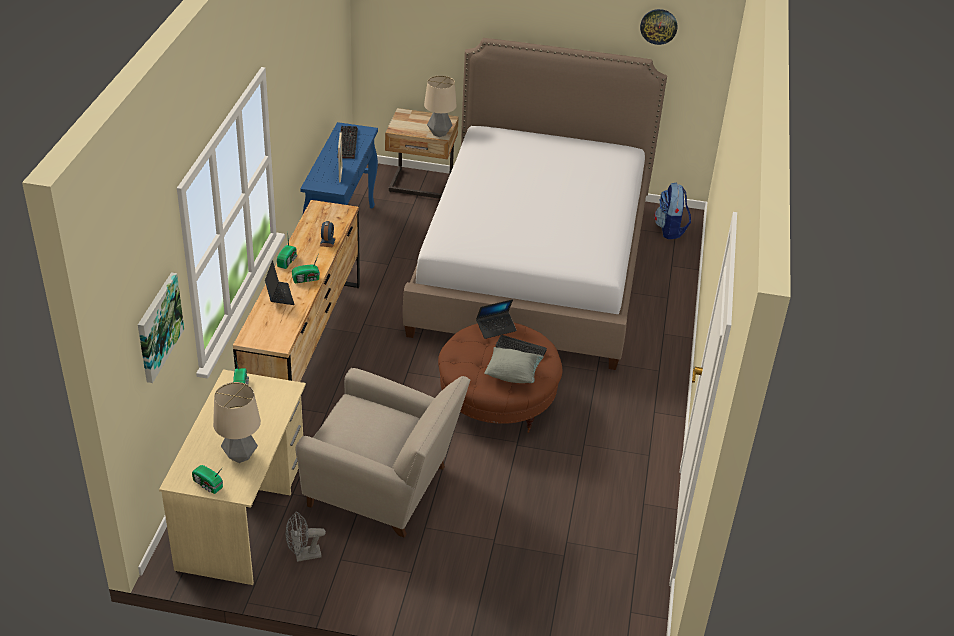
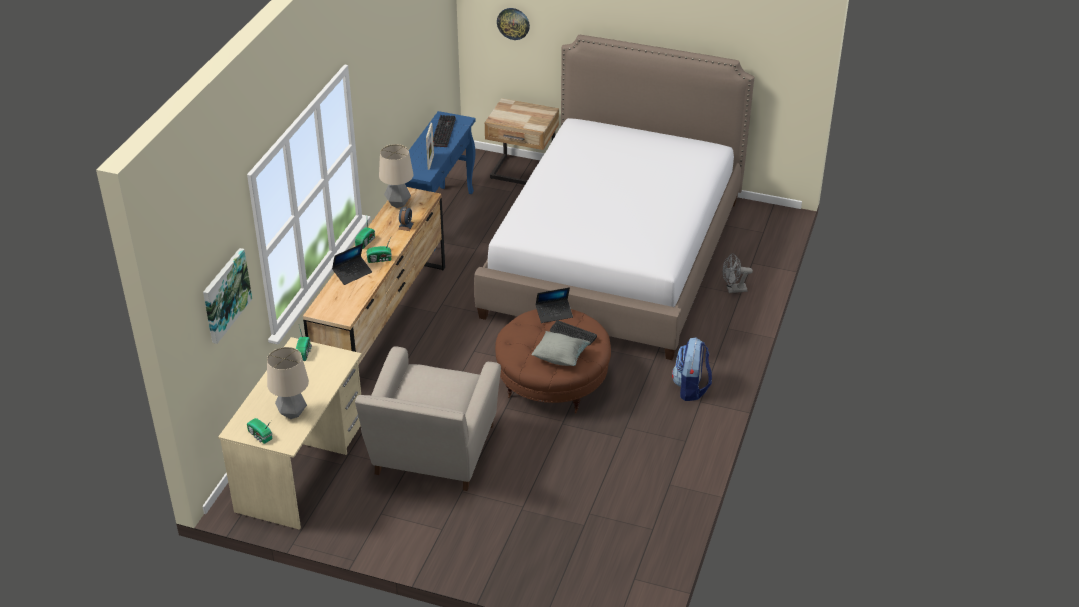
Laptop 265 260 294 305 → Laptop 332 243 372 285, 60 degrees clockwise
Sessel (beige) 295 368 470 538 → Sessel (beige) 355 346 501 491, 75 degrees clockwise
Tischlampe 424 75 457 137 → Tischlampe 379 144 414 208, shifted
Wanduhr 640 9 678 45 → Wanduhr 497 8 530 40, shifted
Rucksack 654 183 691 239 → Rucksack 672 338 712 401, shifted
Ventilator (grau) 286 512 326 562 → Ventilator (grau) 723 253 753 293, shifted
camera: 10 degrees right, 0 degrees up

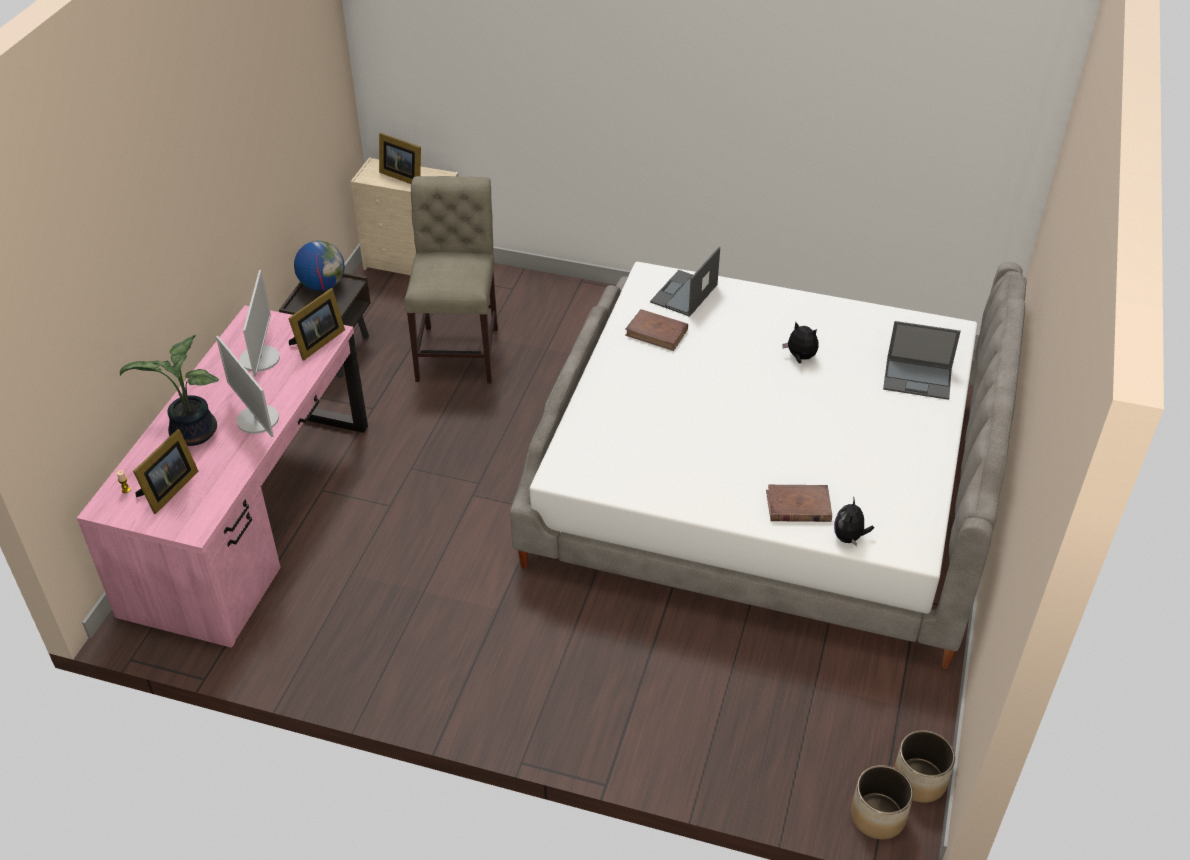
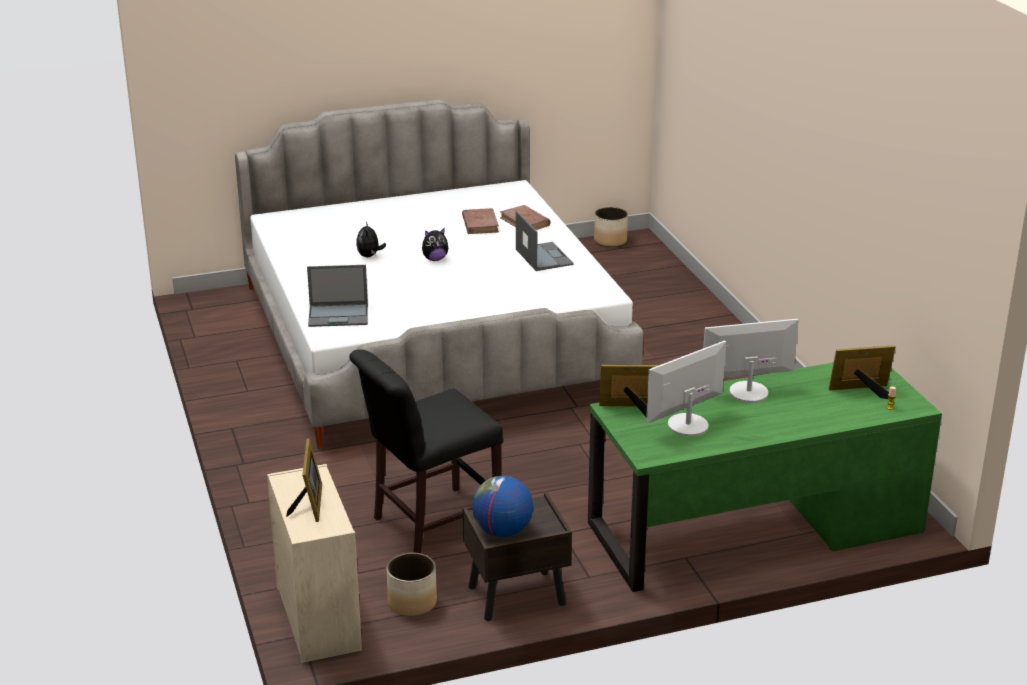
Stuhl (beige) 404 176 498 383 → Stuhl (schwarz) 349 349 503 553
Pflanzkübel 851 765 913 840 → Pflanzkübel 387 553 437 616, shifted
Plüschtier 834 498 874 547 → Plüschtier 422 228 448 261, shifted
Buch (braun) 625 309 688 351 → Buch (braun) 462 208 499 234, shifted
Laptop 883 321 961 400 → Laptop 516 211 574 271, shifted
Schreibtisch (rosa) 77 305 368 648 → Schreibtisch (grün) 588 362 942 592
Monitor 216 336 279 437 → Monitor 703 319 799 403, 120 degrees counterclockwise
Topfpflanze 120 335 219 446 → -
camera: 125 degrees left, 15 degrees down

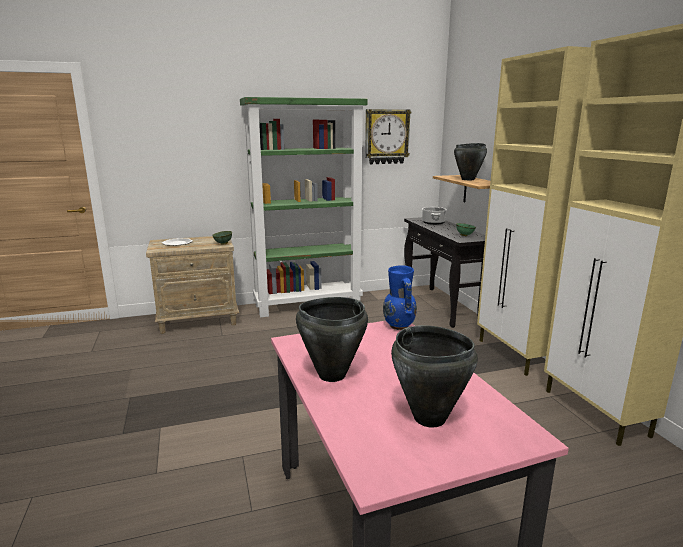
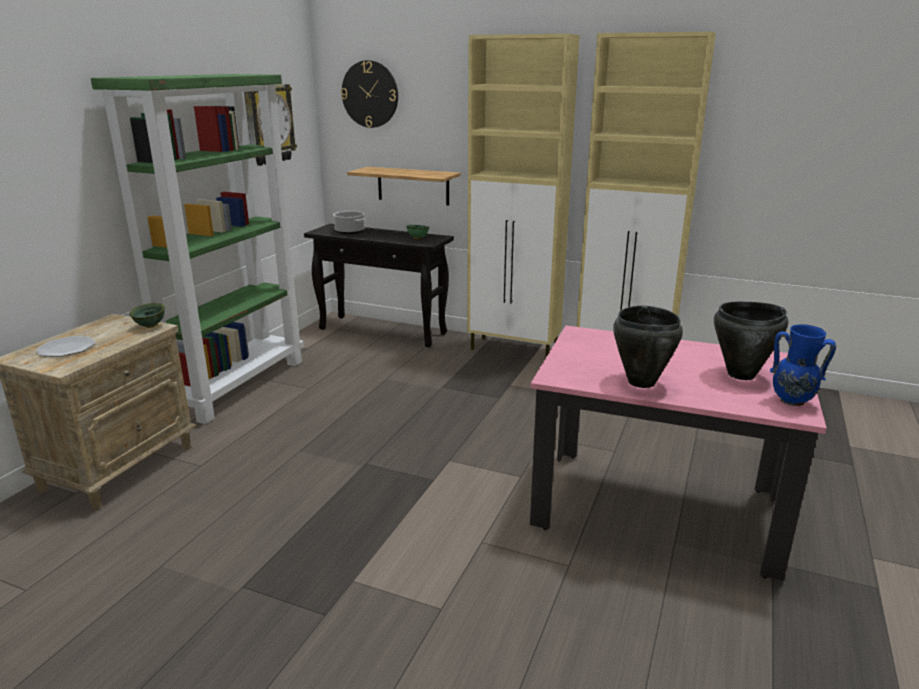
- → Wanduhr 341 60 398 128
Vase (blau) 383 265 417 330 → Vase (blau) 770 324 836 406, shifted
Kochtopf (schwarz) 454 143 487 180 → -
camera: 50 degrees left, 5 degrees up

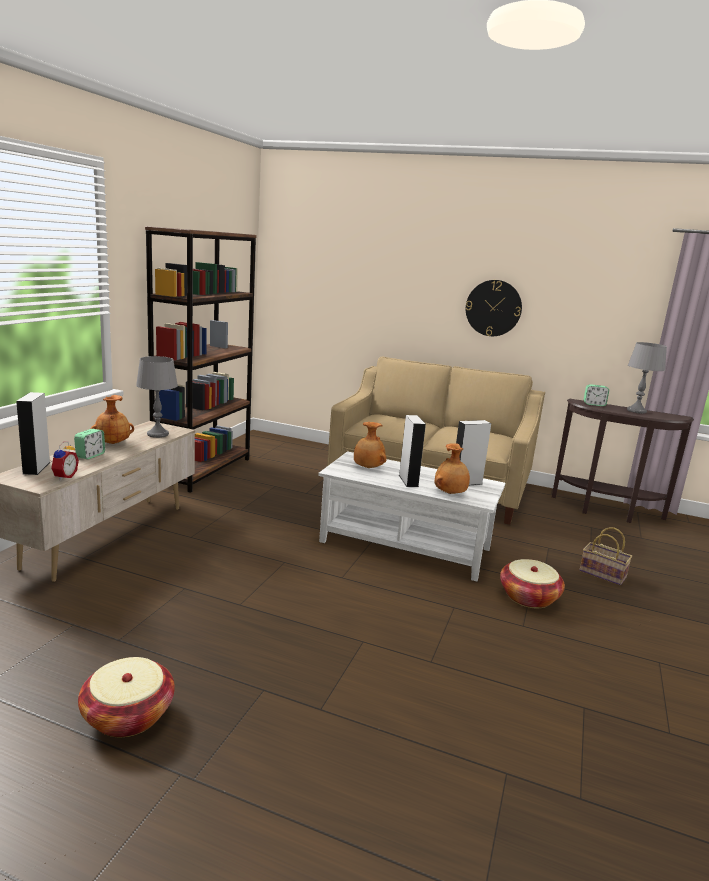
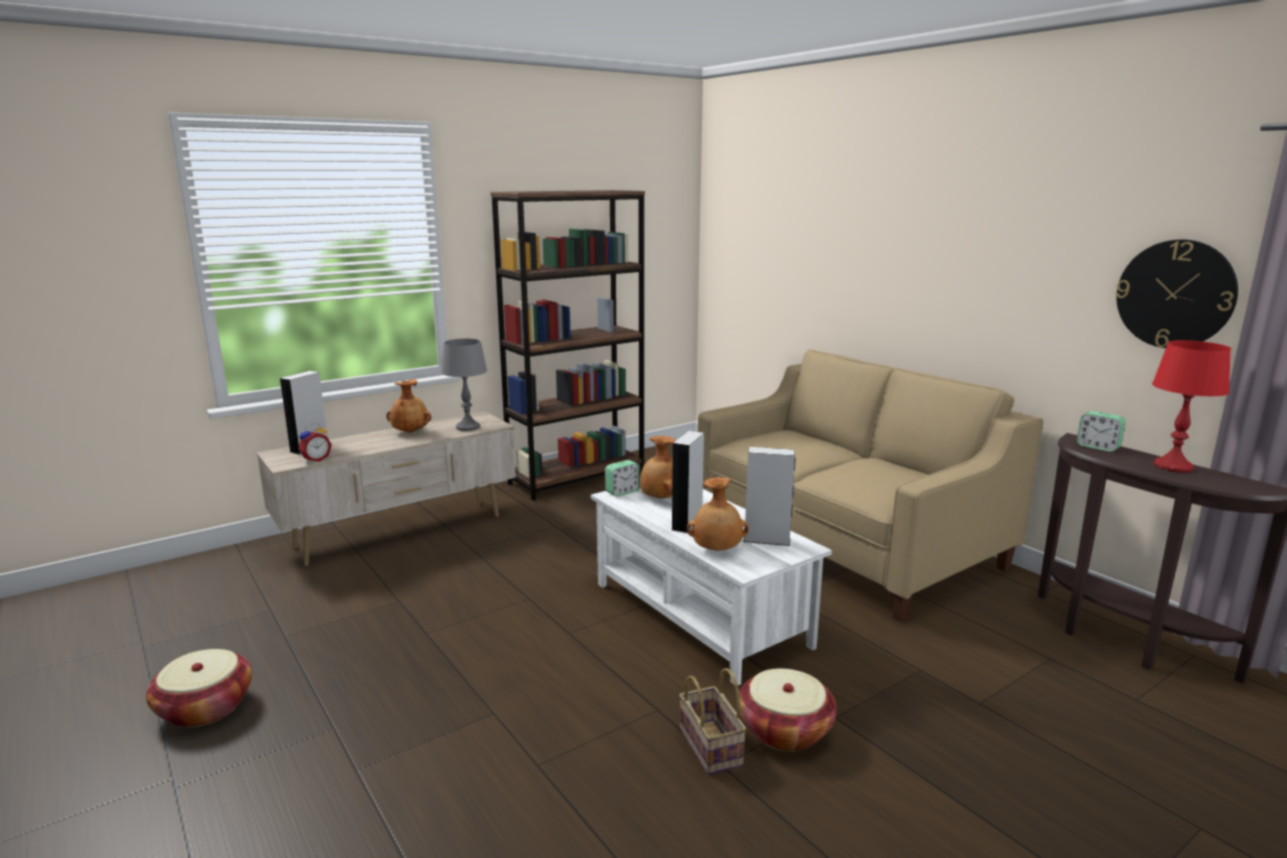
Wecker 74 429 105 459 → Wecker 605 460 640 497, shifted
Korb 580 527 632 585 → Korb 679 668 746 775, shifted
Wanduhr 466 280 522 336 → Wanduhr 1116 239 1238 348, shifted
Tischlampe (grau) 627 342 667 414 → Tischlampe (rot) 1152 340 1231 473
camera: 35 degrees right, 0 degrees up

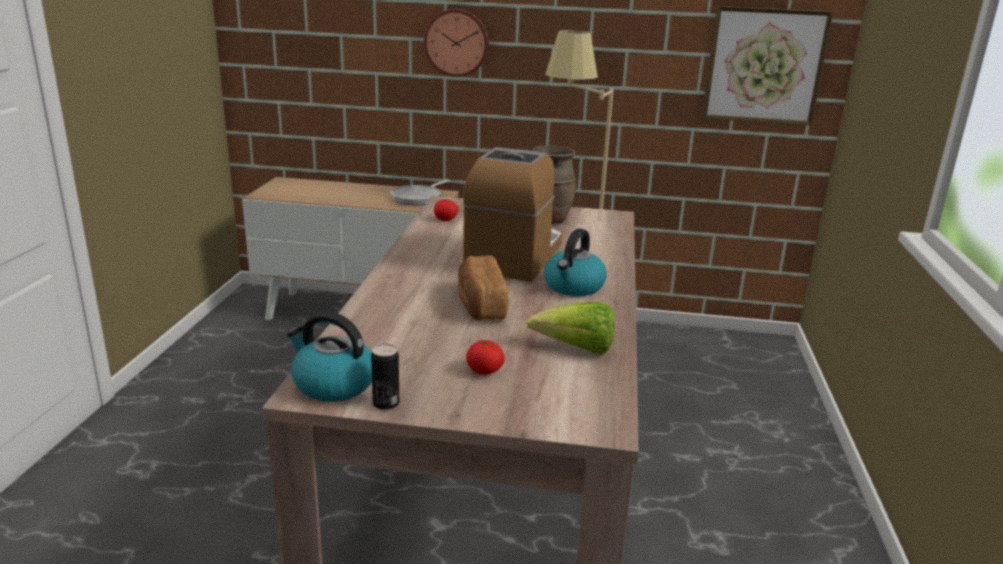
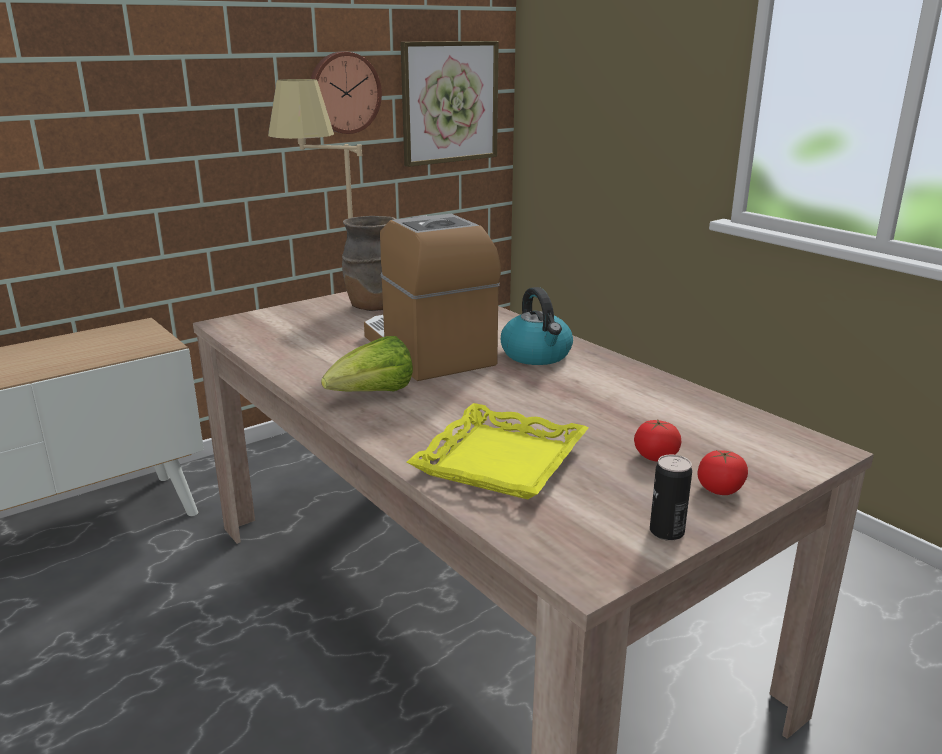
Wanduhr 424 9 489 77 → Wanduhr 311 52 382 134, shifted
Salatkopf 526 302 615 354 → Salatkopf 321 336 413 392, shifted
- → Tablett (gelb) 407 403 589 500
Tomate 434 199 458 221 → Tomate 697 450 748 495, shifted
Wasserkessel 287 312 372 402 → -
Pfanne 391 180 450 205 → -
Brot 458 255 508 320 → -
camera: 45 degrees left, 0 degrees up

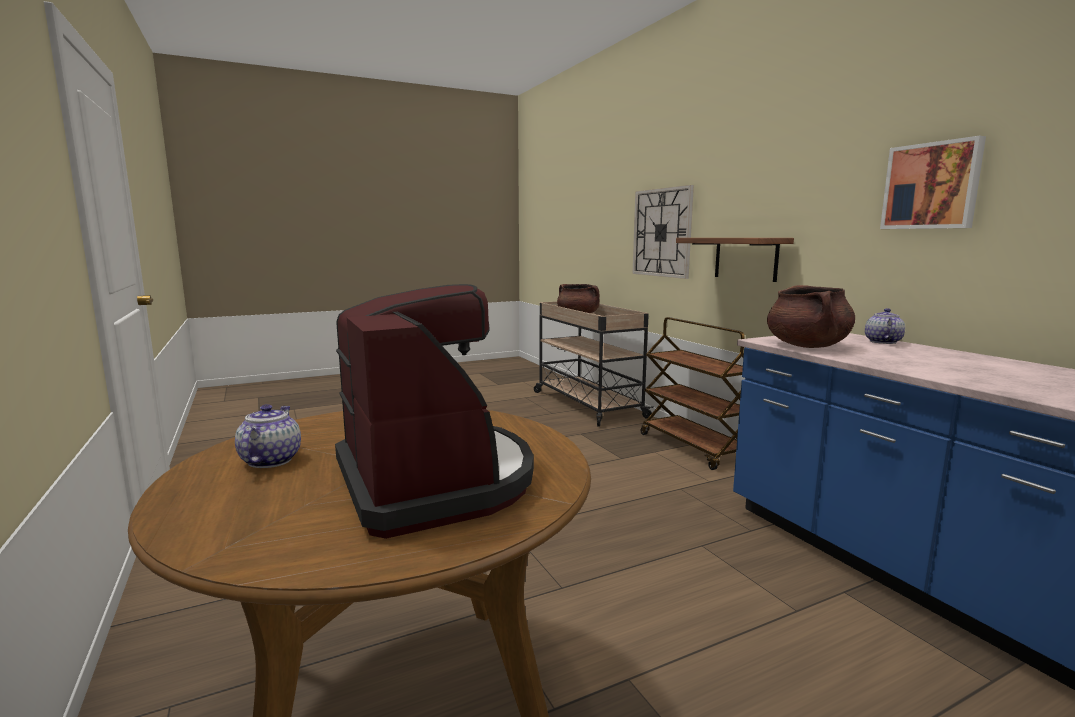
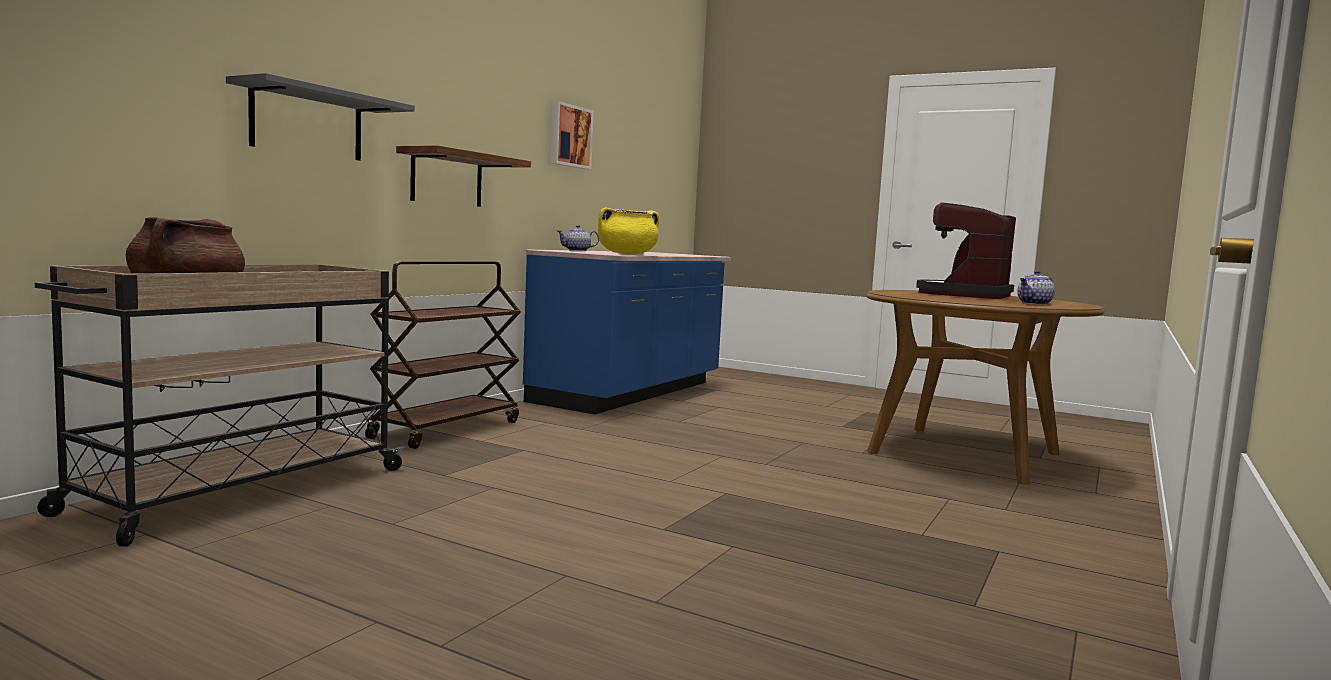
Wanduhr 633 185 694 279 → Wandregal (grau) 226 73 415 161
Kochtopf (braun) 767 285 855 348 → Kochtopf (gelb) 598 208 659 254
camera: 125 degrees left, 5 degrees down

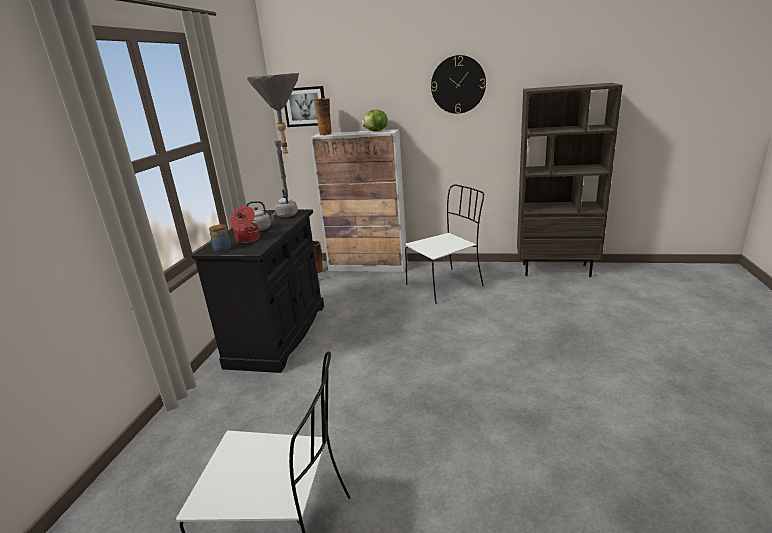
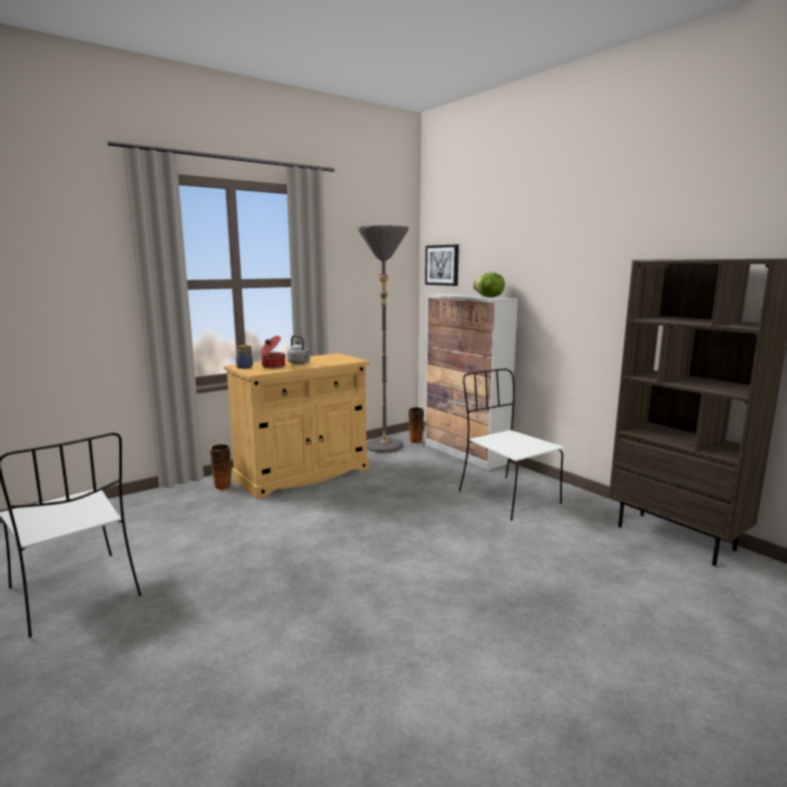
Vase 314 98 332 135 → Vase 210 444 231 490, shifted
Schrank (schwarz) 192 209 324 373 → Schrank (beige) 224 353 370 499
Stuhl (weiß) 405 184 484 304 → Stuhl (weiß) 459 369 564 521, 135 degrees counterclockwise
Wasserkessel (grau) 275 188 298 217 → -
Wanduhr 431 55 486 114 → -
camera: 40 degrees right, 10 degrees down

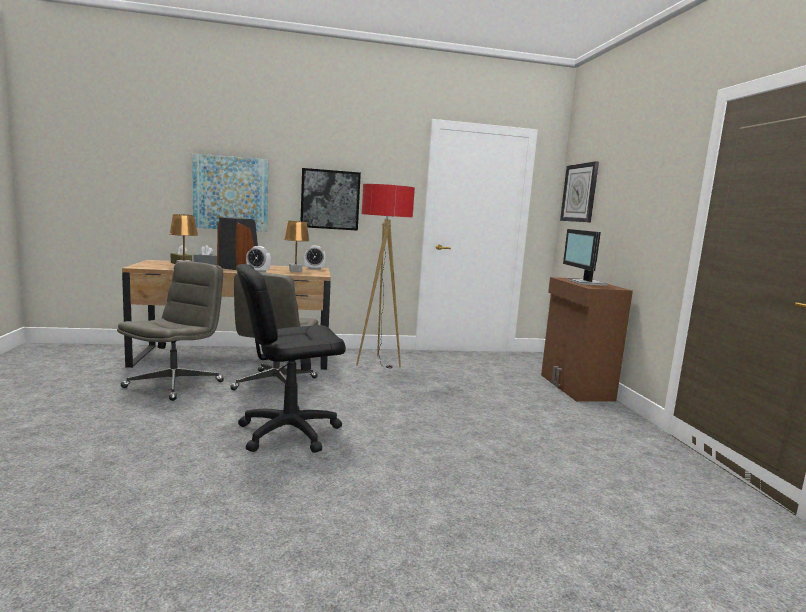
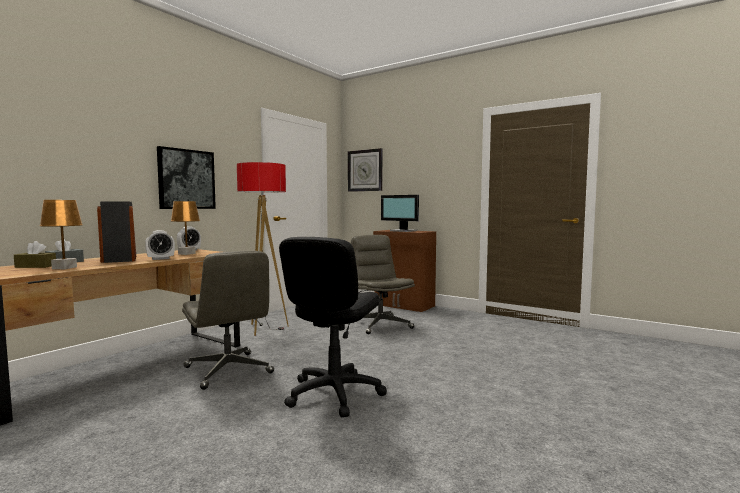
Bürostuhl (grau) 117 262 224 401 → Bürostuhl (grau) 351 235 415 334, shifted
Bild 192 153 269 232 → -
camera: 45 degrees left, 5 degrees down

